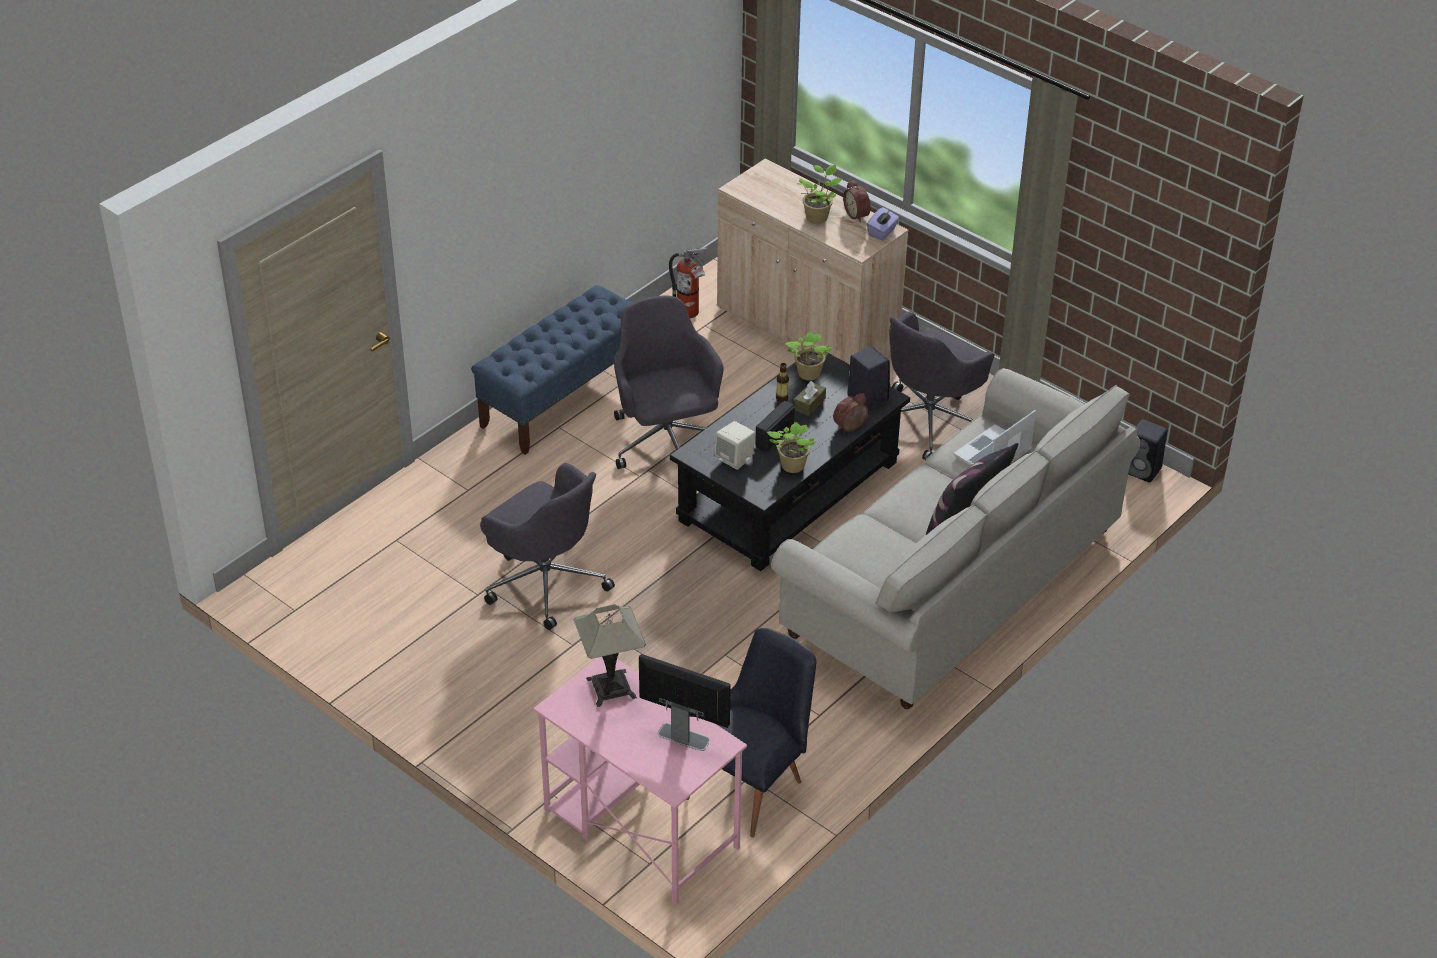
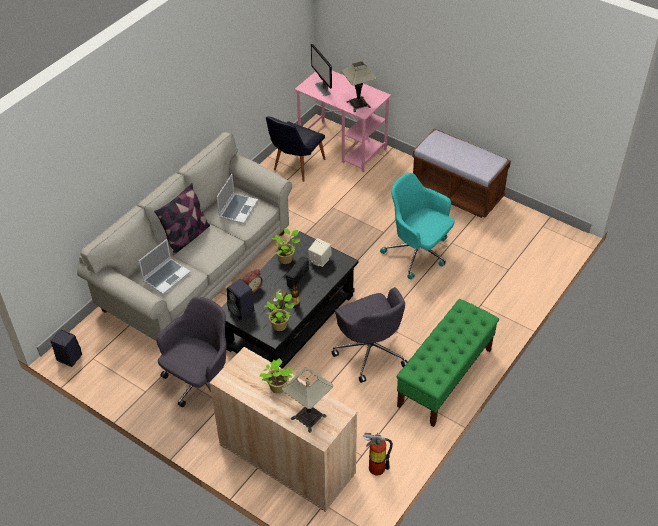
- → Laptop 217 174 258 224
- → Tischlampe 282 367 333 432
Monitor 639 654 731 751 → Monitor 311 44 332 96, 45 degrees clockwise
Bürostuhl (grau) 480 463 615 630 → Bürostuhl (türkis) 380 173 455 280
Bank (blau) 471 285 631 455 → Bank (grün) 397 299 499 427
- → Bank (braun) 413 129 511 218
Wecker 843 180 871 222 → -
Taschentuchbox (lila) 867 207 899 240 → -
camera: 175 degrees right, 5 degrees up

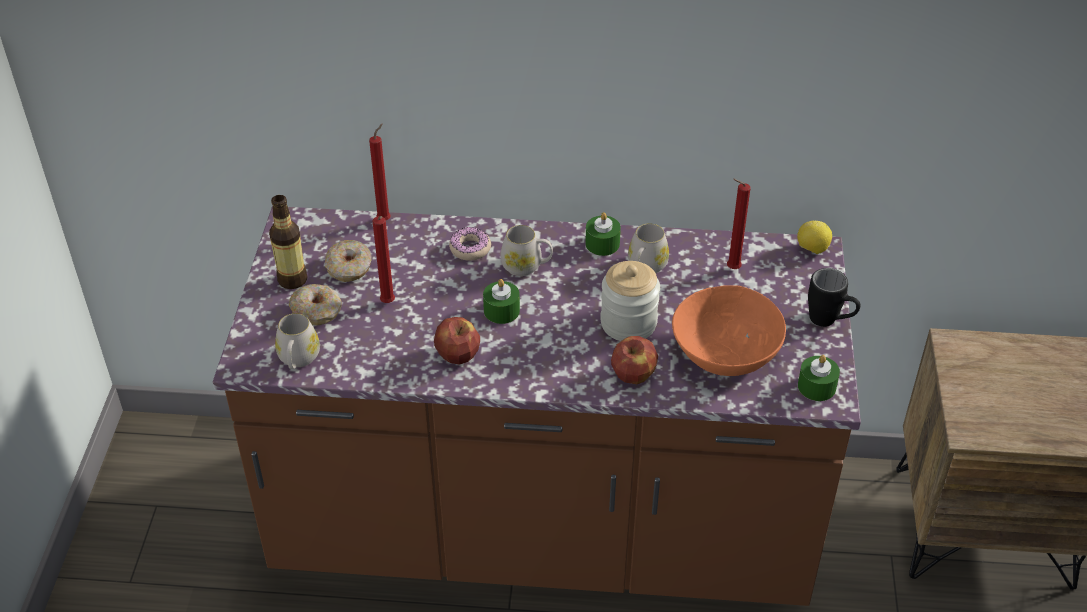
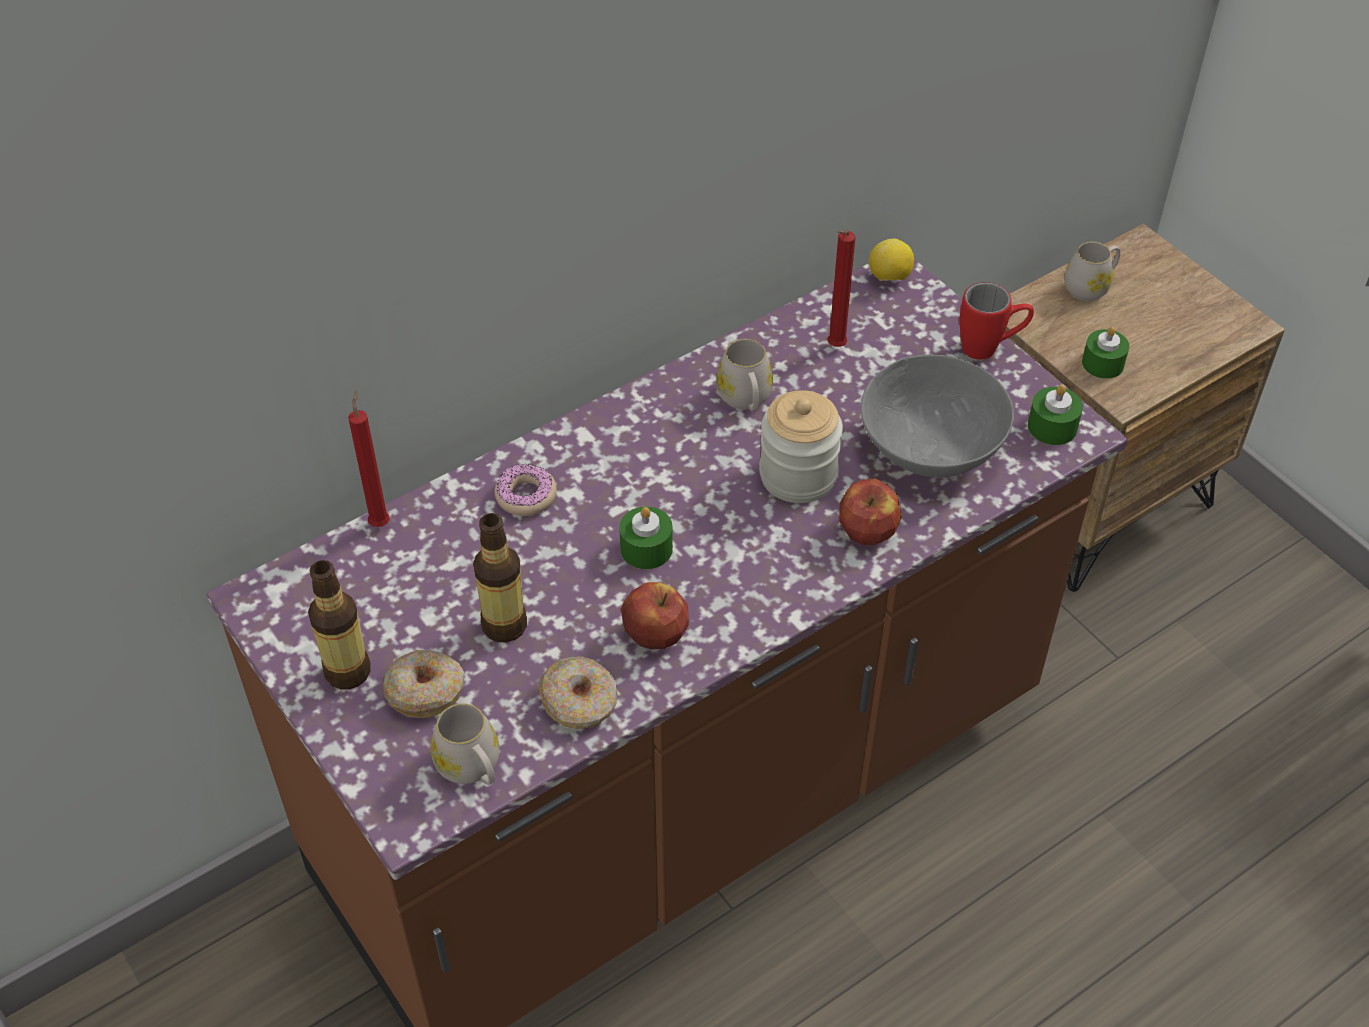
Kerze (rot) 373 216 395 303 → Flasche 473 513 527 642
Donut 325 240 372 282 → Donut 539 657 618 729, shifted
Schüssel (orange) 672 285 786 376 → Schüssel (grau) 861 354 1014 478
Henkelbecher (schwarz) 808 268 861 327 → Henkelbecher (rot) 959 282 1034 360
Henkelbecher (weiß) 501 225 553 276 → Henkelbecher (weiß) 1065 242 1120 301, shifted
Kerze (grün) 585 212 621 256 → Kerze (grün) 1082 327 1129 379, shifted
camera: 40 degrees left, 5 degrees up

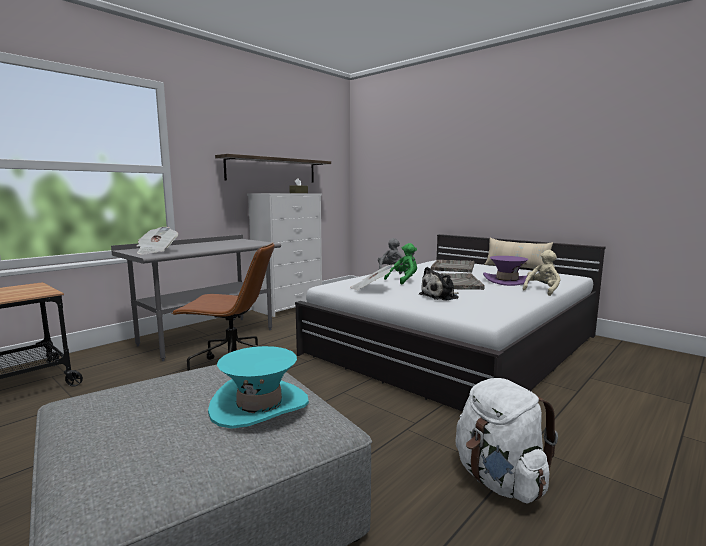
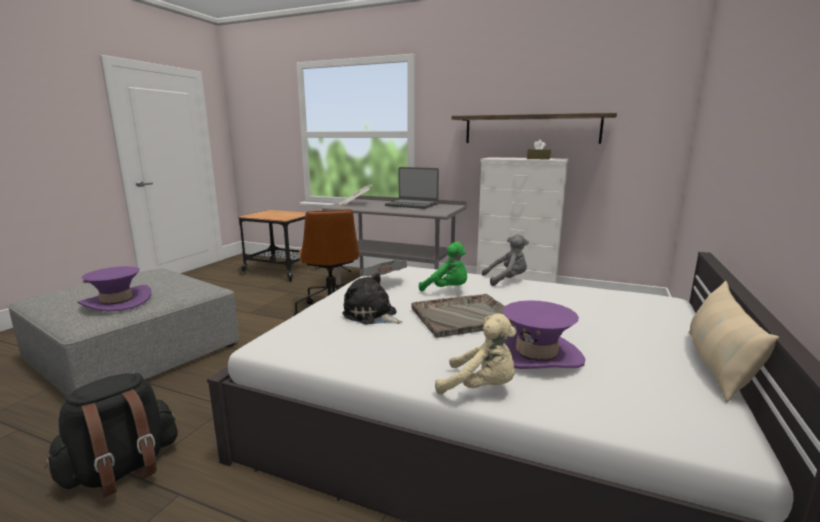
Rucksack (weiß) 455 378 558 504 → Rucksack (schwarz) 44 373 178 498
Hut (türkis) 208 346 309 429 → Hut (lila) 77 266 151 312
- → Laptop 385 167 439 209
Tablett (grau) 431 259 474 273 → -
camera: 70 degrees right, 5 degrees up

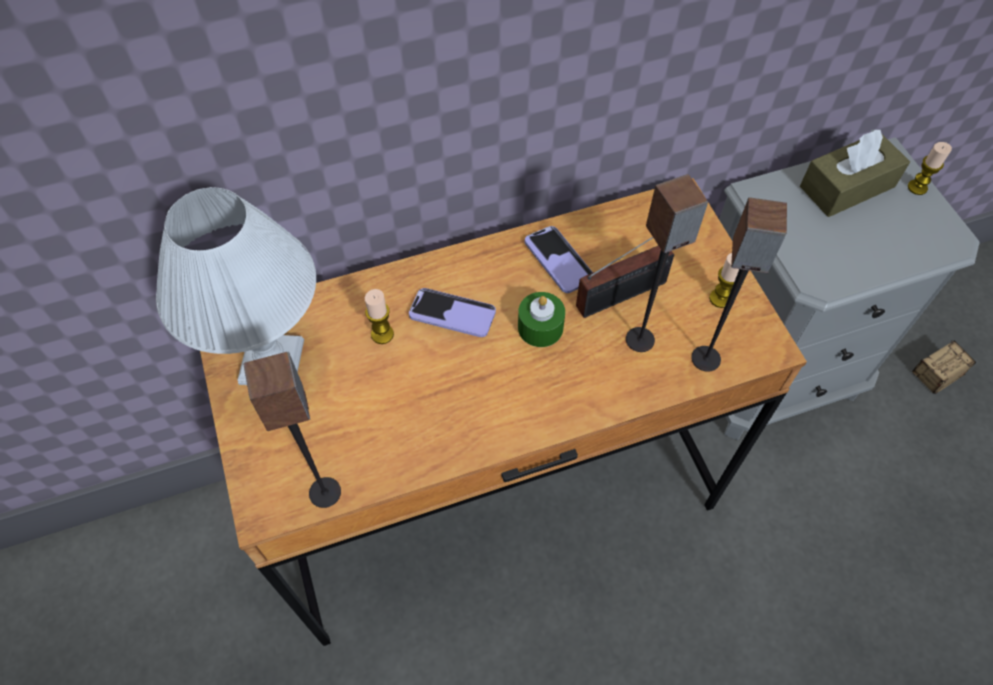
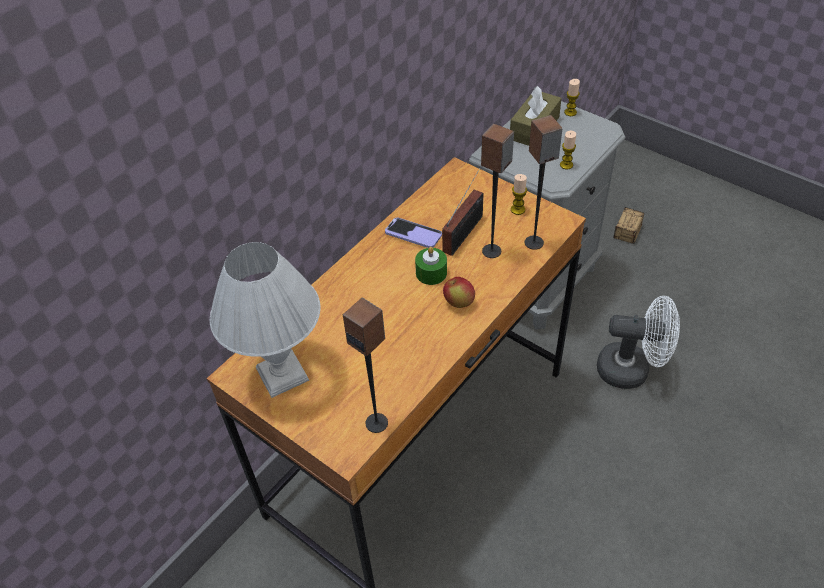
- → Apfel 443 277 475 308
Kerze 365 289 394 344 → Kerze 560 131 576 169, shifted
- → Ventilator (weiß) 597 296 680 389
Handy 409 288 496 337 → -
camera: 30 degrees left, 10 degrees down

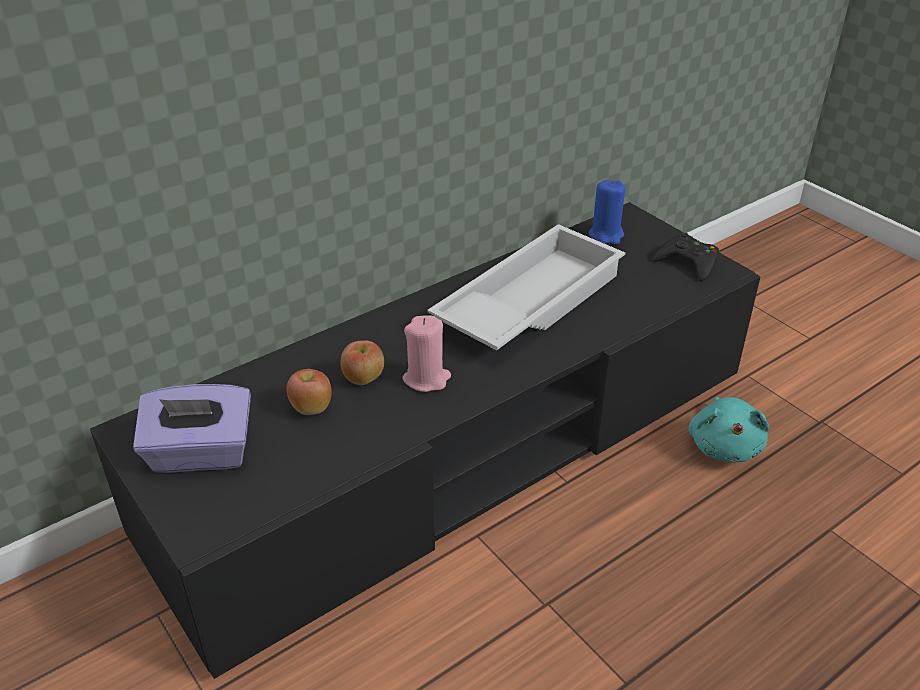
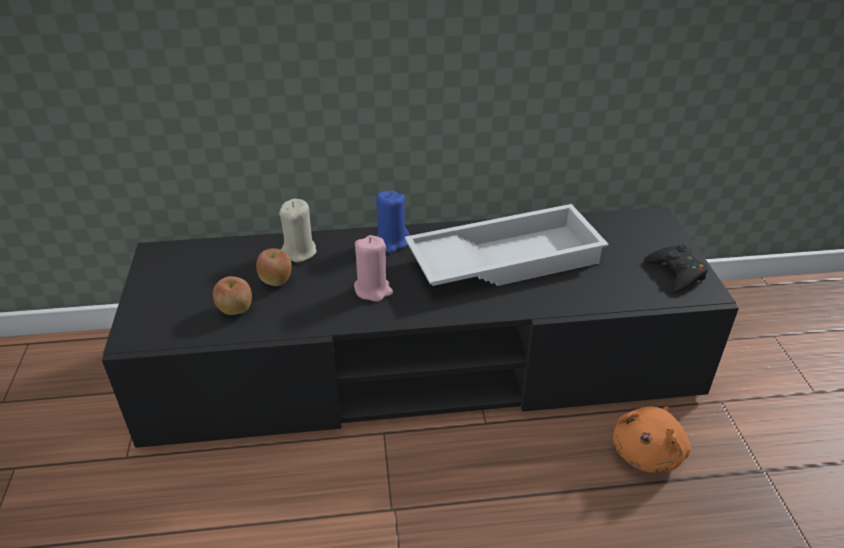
Apfel 341 340 384 385 → Apfel 213 276 252 315, shifted
- → Kerze (beige) 279 199 317 262
Kerze (blau) 589 180 626 245 → Kerze (blau) 376 191 410 253, shifted
Plüschtier (türkis) 688 397 769 462 → Plüschtier (orange) 613 406 691 473
Taschentuchbox (lila) 133 384 251 473 → -
camera: 30 degrees right, 0 degrees up

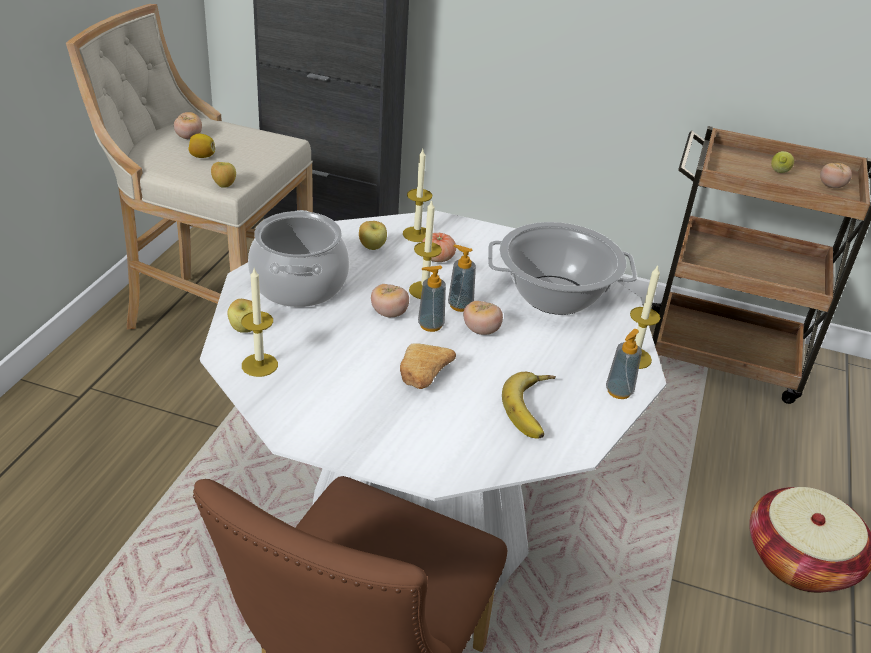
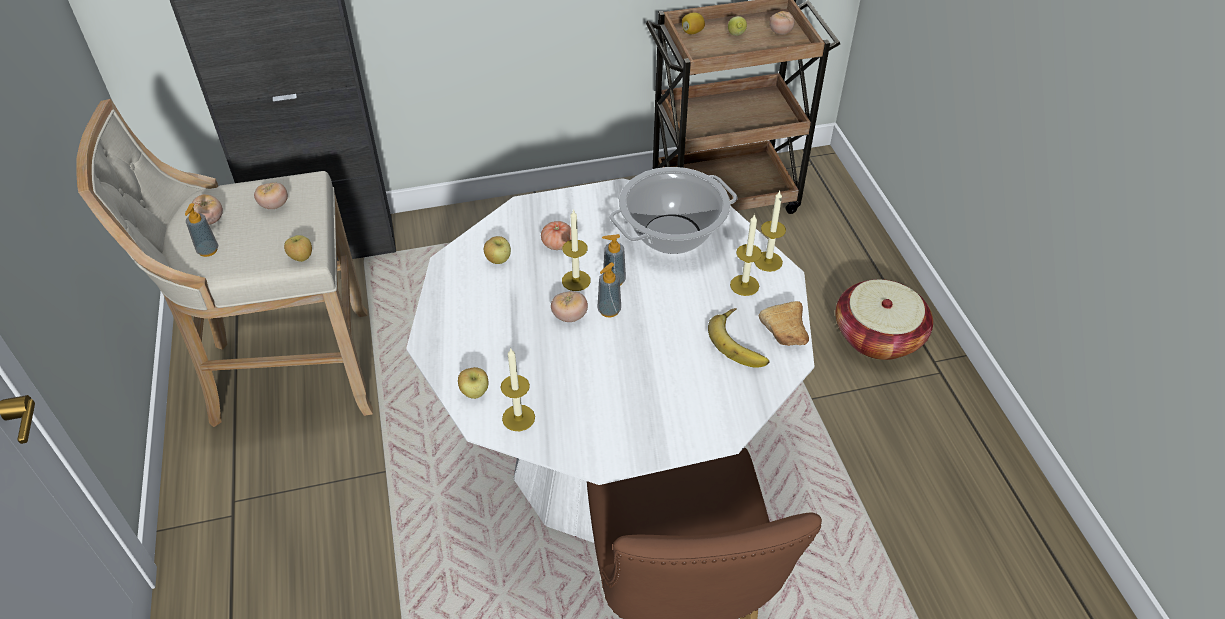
Seifenspender 606 329 642 399 → Seifenspender 185 203 218 257, shifted
Tomate 463 301 503 335 → Tomate 254 183 288 209, shifted
Zitrone 188 134 215 158 → Zitrone 682 13 705 34, shifted
Kerze 403 149 432 242 → Kerze 730 214 762 296, shifted
Brot 400 343 456 389 → Brot 759 301 809 346, shifted
Kochtopf 248 210 349 307 → -
camera: 30 degrees left, 10 degrees up

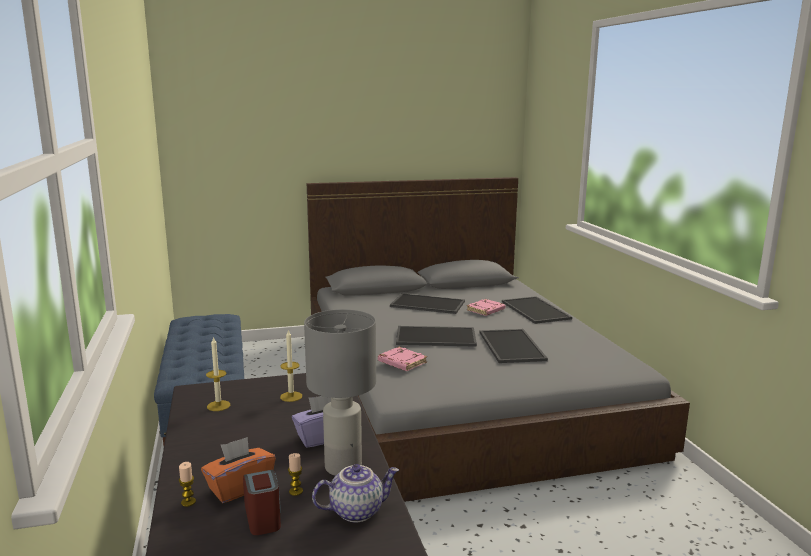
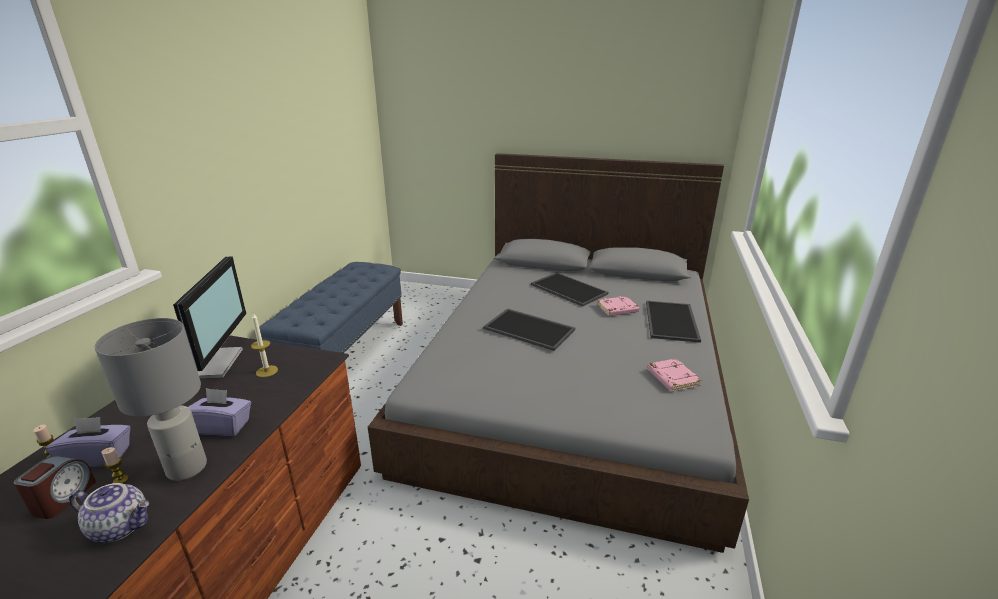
Taschentuchbox (orange) 201 437 275 503 → Taschentuchbox (lila) 46 417 131 467
Kerze 206 337 231 411 → Monitor 173 257 246 379
Buch (rosa) 378 347 427 371 → Buch (rosa) 647 358 701 392, shifted
Tablett 480 329 548 363 → -
camera: 30 degrees right, 10 degrees up

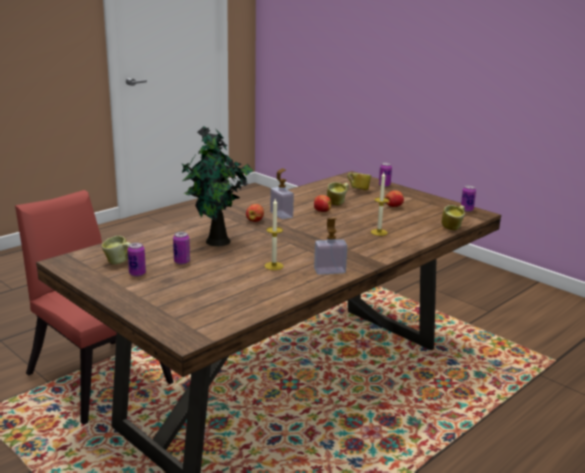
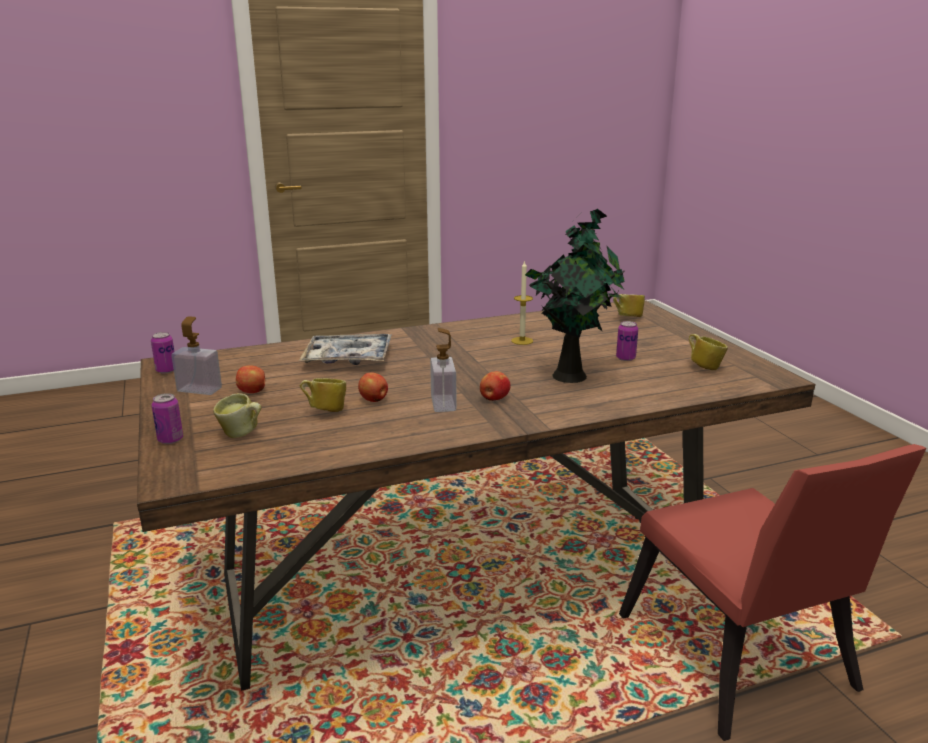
Seifenspender 314 218 347 275 → Seifenspender 172 316 222 395, shifted
Kerze 371 172 389 236 → Tablett 299 334 391 365
Henkelbecher 442 205 465 230 → Henkelbecher 613 294 645 317, shifted
Dose 128 242 146 277 → -
camera: 155 degrees left, 0 degrees up

